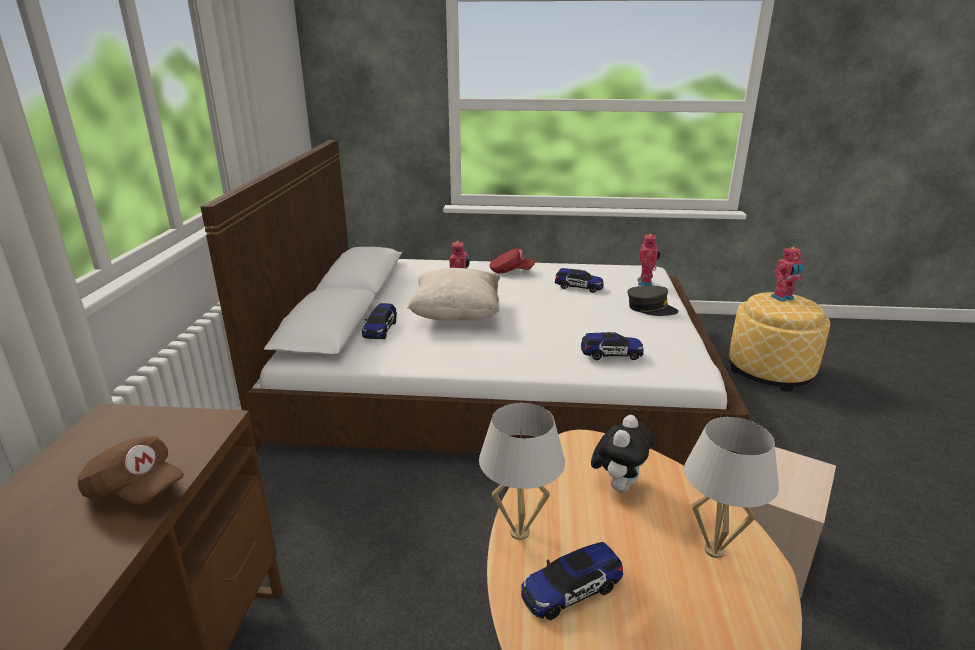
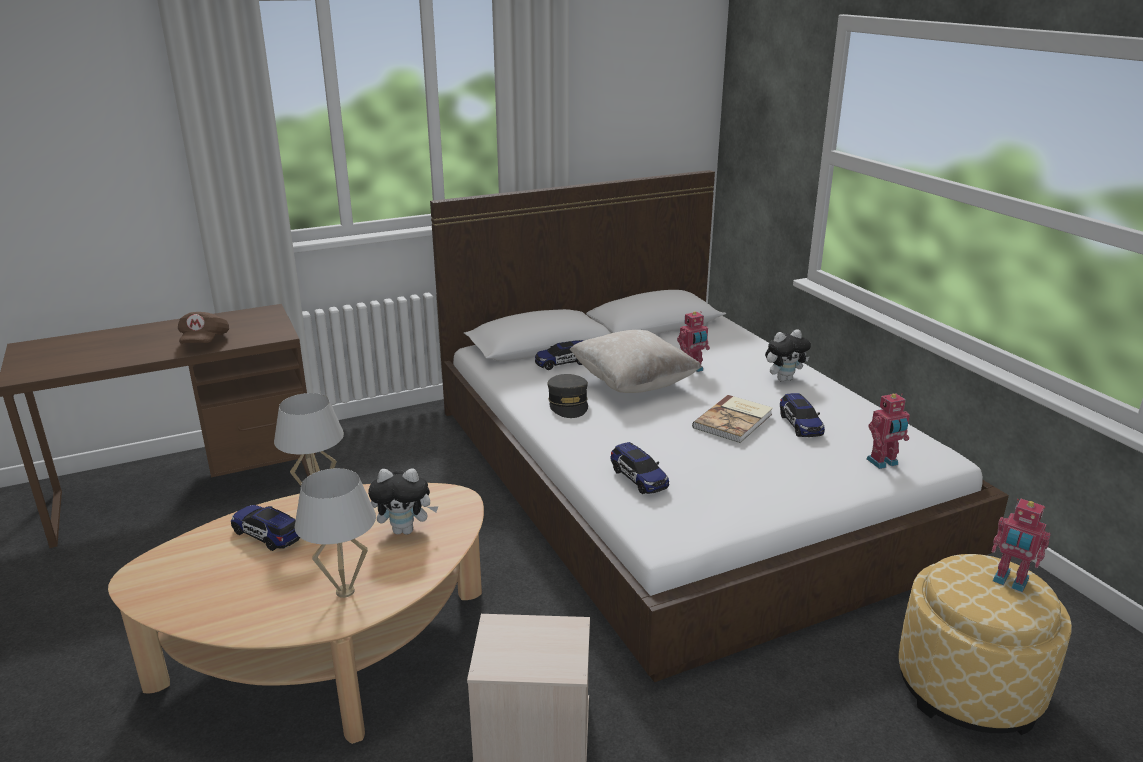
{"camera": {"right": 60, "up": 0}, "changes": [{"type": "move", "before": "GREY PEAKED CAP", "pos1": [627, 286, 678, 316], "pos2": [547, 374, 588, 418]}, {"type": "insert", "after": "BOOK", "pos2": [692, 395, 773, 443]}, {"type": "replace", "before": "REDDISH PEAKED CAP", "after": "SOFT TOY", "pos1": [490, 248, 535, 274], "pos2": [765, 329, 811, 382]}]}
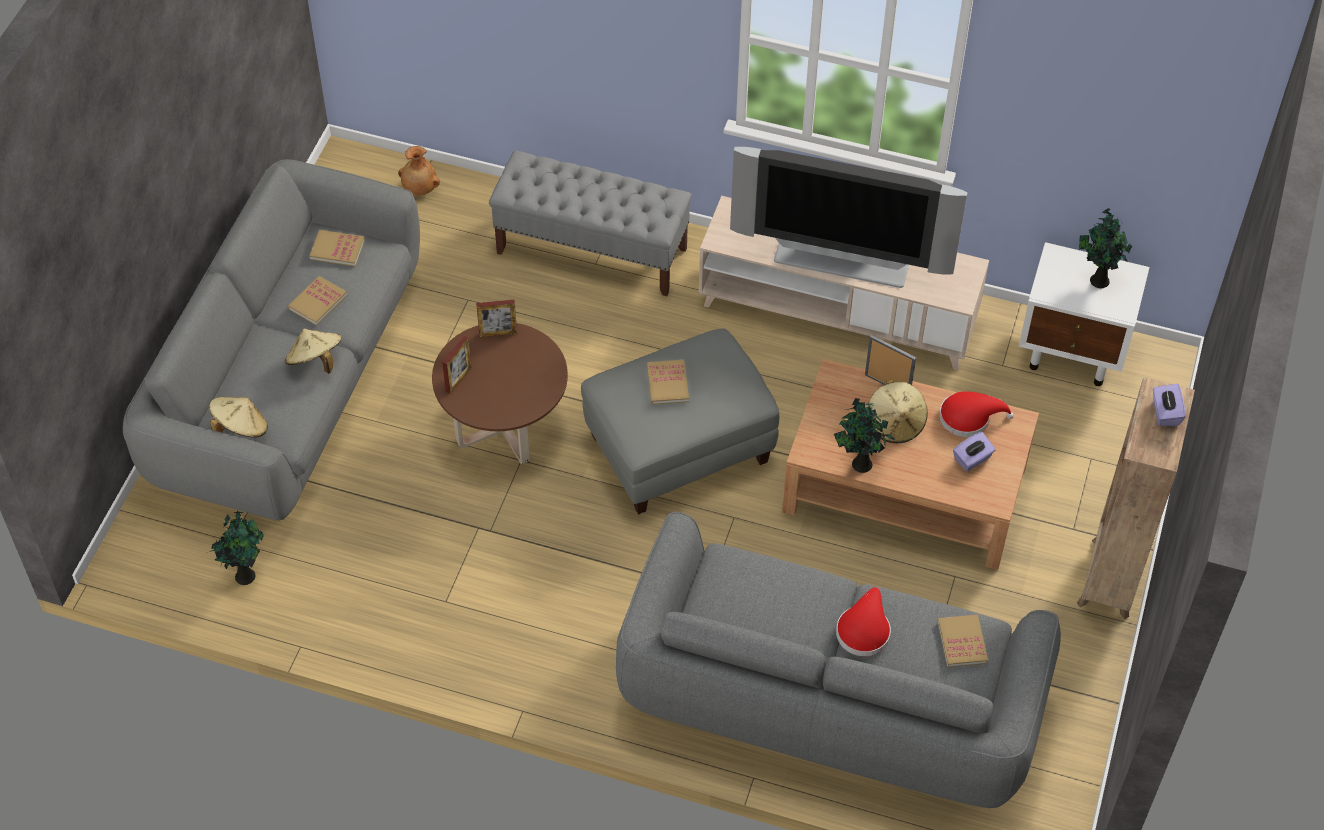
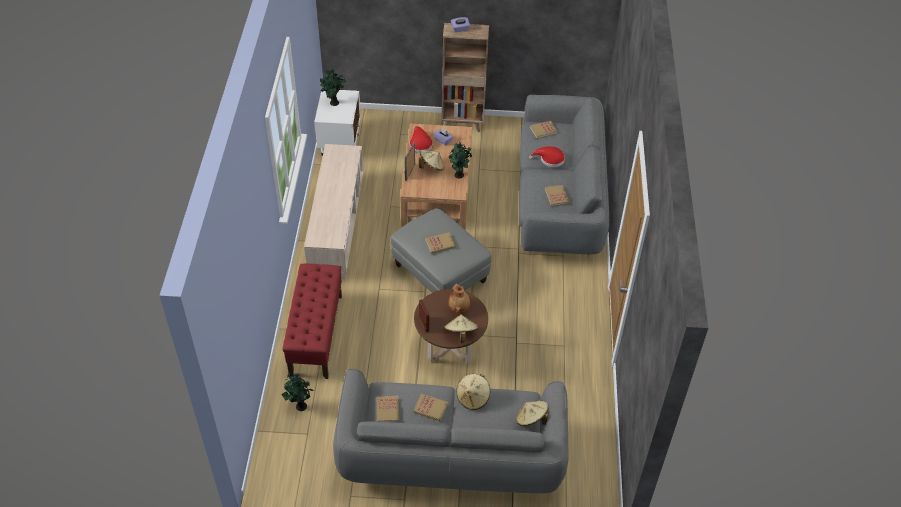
{"camera": {"right": -105, "up": -5}, "changes": [{"type": "move", "before": "PLANT IN A POT", "pos1": [210, 511, 264, 585], "pos2": [281, 373, 314, 411]}, {"type": "recolor", "before": "GREY BENCH", "after": "REDDISH BENCH", "pos1": [489, 150, 692, 296], "pos2": [282, 264, 342, 379]}, {"type": "replace", "before": "PICTURE FRAME", "after": "BEIGE CLOTHING HAT", "pos1": [442, 336, 472, 394], "pos2": [444, 314, 478, 343]}, {"type": "move", "before": "BROWN DECORATIVE VASE", "pos1": [398, 146, 440, 196], "pos2": [448, 284, 470, 313]}, {"type": "insert", "after": "BOOK", "pos2": [545, 185, 569, 207]}, {"type": "delete", "before": "TV SET", "pos1": [730, 147, 968, 288]}]}
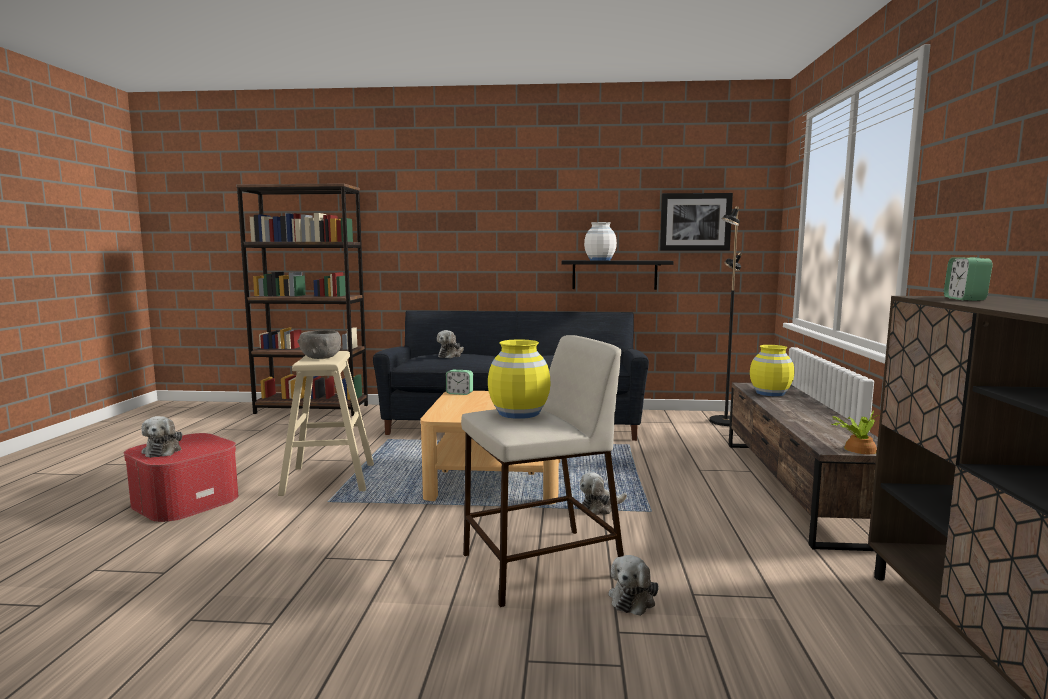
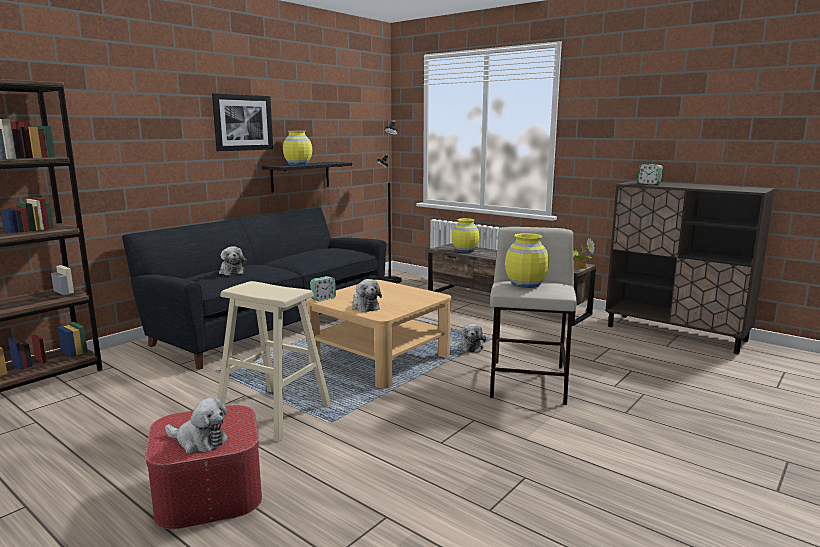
{"camera": {"right": -55, "up": 5}, "changes": [{"type": "move", "before": "WALL ART", "pos1": [660, 193, 733, 251], "pos2": [212, 93, 273, 151]}, {"type": "recolor", "before": "WHITE-COLOURED DECORATIVE VASE", "after": "YELLOW-COLOURED DECORATIVE VASE", "pos1": [584, 222, 617, 261], "pos2": [283, 131, 312, 165]}, {"type": "move", "before": "SOFT TOY", "pos1": [609, 555, 659, 616], "pos2": [352, 279, 382, 312]}, {"type": "delete", "before": "GREY SERVING BOWL", "pos1": [297, 330, 341, 359]}]}
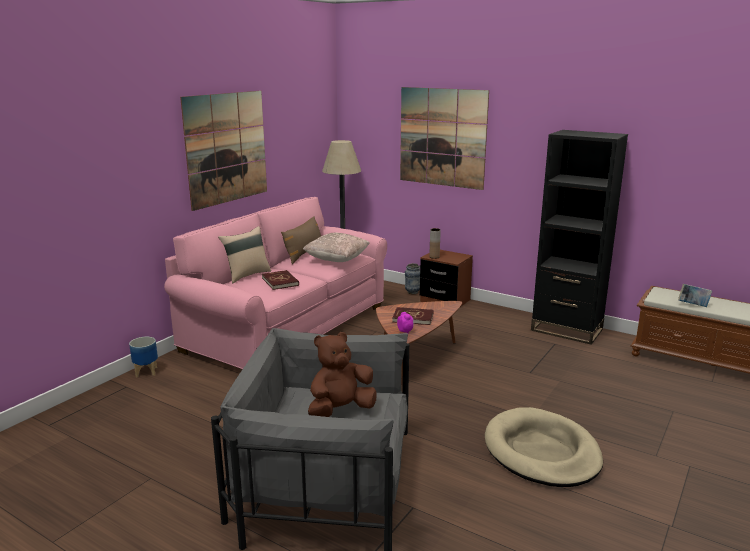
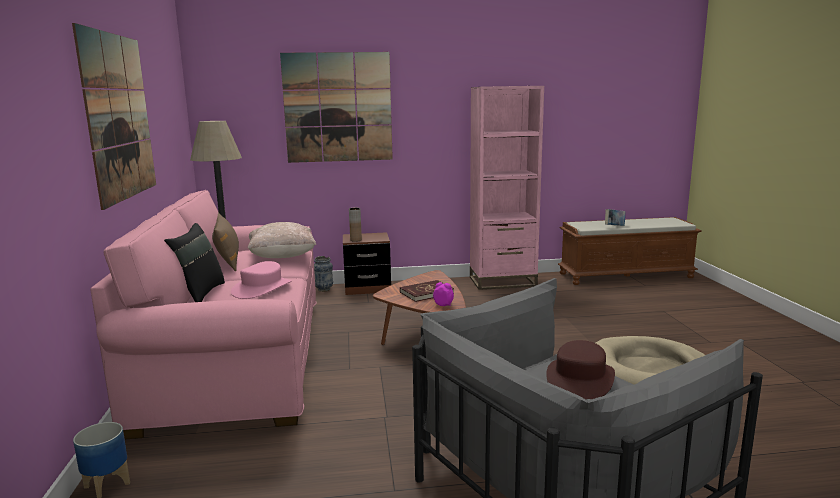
{"camera": {"right": -40, "up": -5}, "changes": [{"type": "recolor", "before": "BEIGE CUSHION", "after": "BLACK CUSHION", "pos1": [218, 226, 271, 283], "pos2": [164, 223, 225, 302]}, {"type": "replace", "before": "REDDISH BOOK", "after": "PINKISH CLOTHING HAT", "pos1": [262, 270, 299, 290], "pos2": [231, 261, 292, 299]}, {"type": "recolor", "before": "BLACK BOOKCASE", "after": "PINKISH BOOKCASE", "pos1": [531, 130, 628, 345], "pos2": [470, 86, 544, 290]}, {"type": "replace", "before": "BROWN SOFT TOY", "after": "BROWN CLOTHING HAT", "pos1": [308, 332, 377, 417], "pos2": [546, 340, 615, 399]}]}
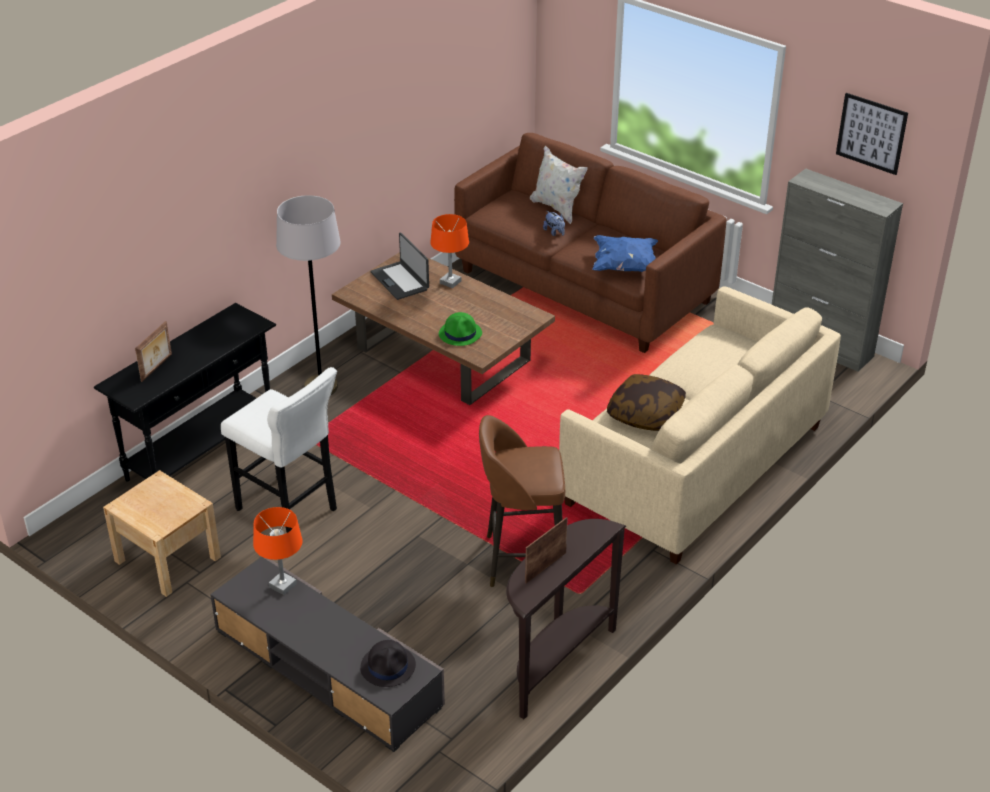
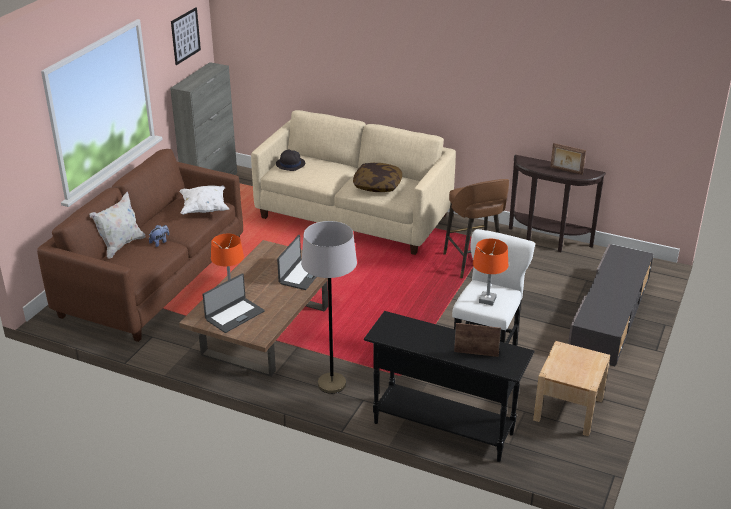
{"camera": {"right": -105, "up": -5}, "changes": [{"type": "recolor", "before": "BLUISH CUSHION", "after": "WHITE-COLOURED CUSHION", "pos1": [592, 235, 658, 272], "pos2": [179, 185, 229, 215]}, {"type": "move", "before": "BLACK CLOTHING HAT", "pos1": [360, 640, 416, 687], "pos2": [276, 150, 305, 171]}, {"type": "replace", "before": "GREENISH CLOTHING HAT", "after": "LAPTOP", "pos1": [439, 312, 482, 346], "pos2": [277, 235, 316, 290]}, {"type": "move", "before": "ORANGE-COLOURED LAMP FOR A TABLE", "pos1": [253, 507, 302, 595], "pos2": [473, 239, 508, 306]}]}
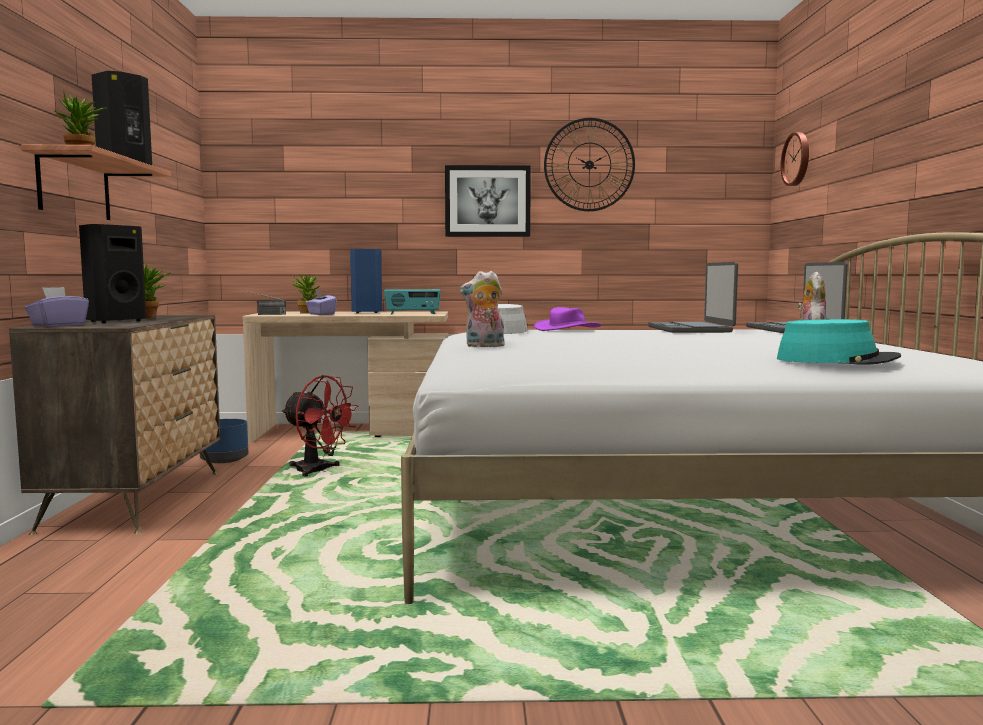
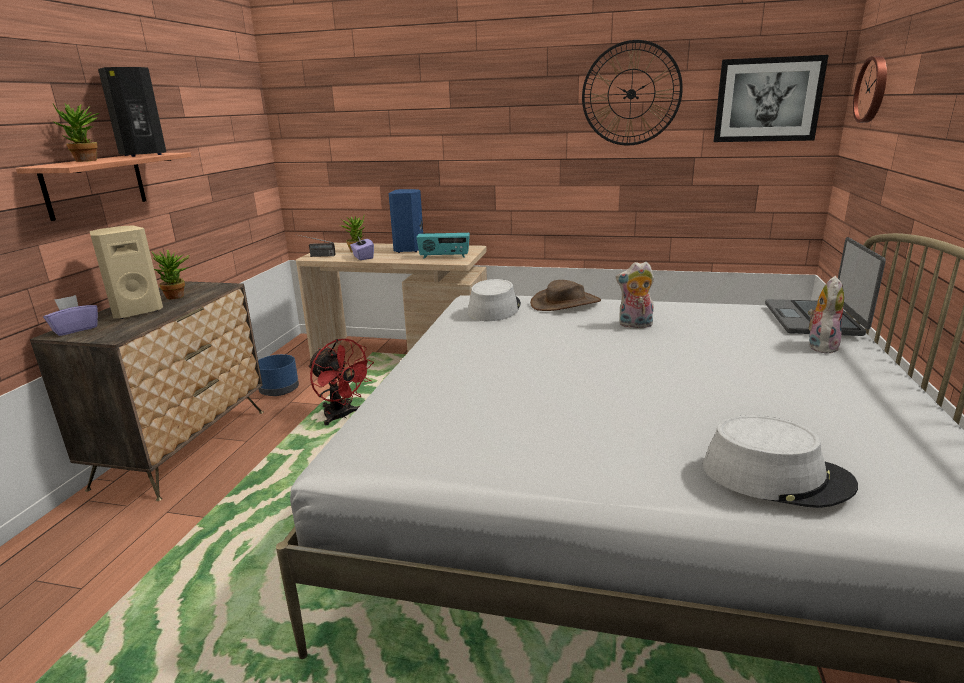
{"camera": {"right": 15, "up": 15}, "changes": [{"type": "recolor", "before": "BLACK LOUDSPEAKER", "after": "BEIGE LOUDSPEAKER", "pos1": [79, 224, 146, 323], "pos2": [90, 225, 163, 319]}, {"type": "recolor", "before": "PURPLE CLOTHING HAT", "after": "BROWN CLOTHING HAT", "pos1": [534, 307, 601, 331], "pos2": [530, 280, 601, 311]}, {"type": "move", "before": "SOFT TOY", "pos1": [460, 271, 504, 347], "pos2": [616, 262, 654, 328]}, {"type": "recolor", "before": "BLUE-GREEN CLOTHING HAT", "after": "GREY CLOTHING HAT", "pos1": [777, 319, 901, 364], "pos2": [703, 415, 858, 508]}, {"type": "move", "before": "WALL ART", "pos1": [445, 165, 531, 237], "pos2": [714, 55, 828, 142]}, {"type": "delete", "before": "LAPTOP", "pos1": [648, 262, 738, 333]}]}
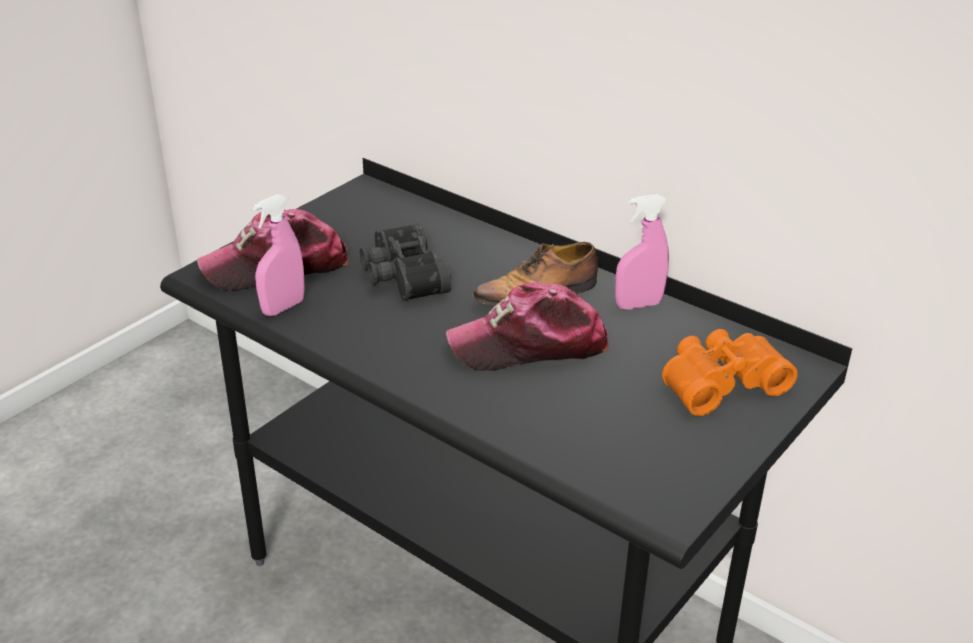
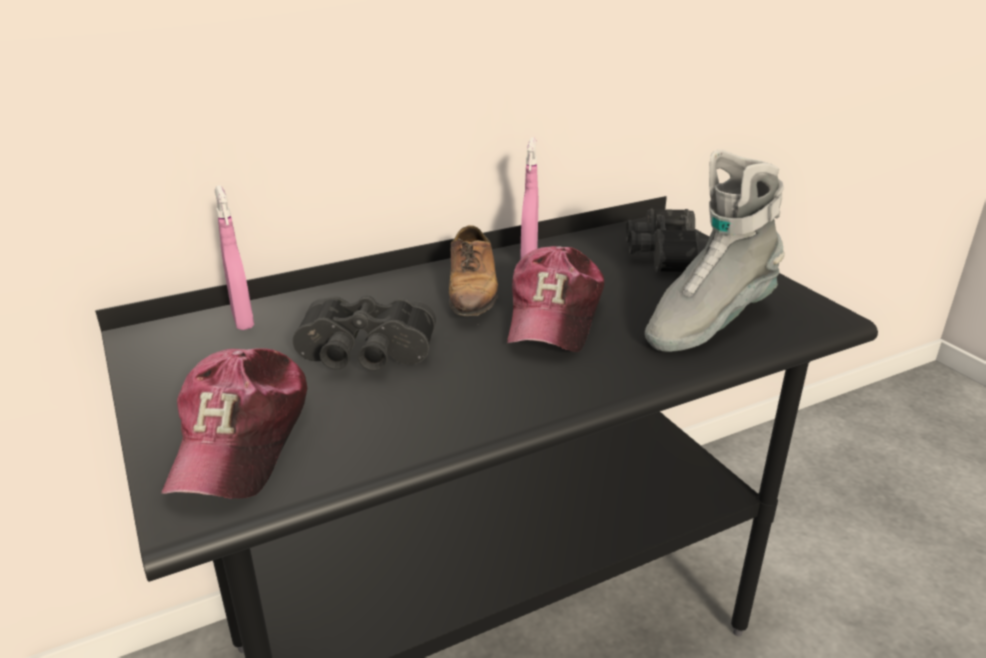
{"camera": {"right": -65, "up": -5}, "changes": [{"type": "move", "before": "PINKISH SPRAYER", "pos1": [253, 194, 304, 316], "pos2": [215, 185, 254, 330]}, {"type": "recolor", "before": "ORANGE-COLOURED PAIR OF BINOCULARS", "after": "BLACK PAIR OF BINOCULARS", "pos1": [662, 329, 798, 416], "pos2": [626, 209, 708, 272]}, {"type": "insert", "after": "GREY HIGH-TOP BOOT", "pos2": [645, 150, 785, 352]}]}
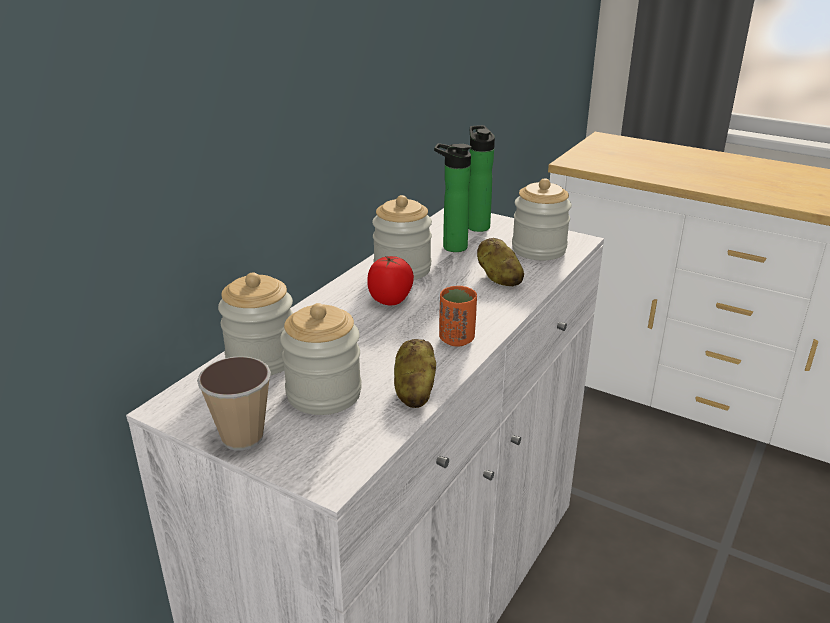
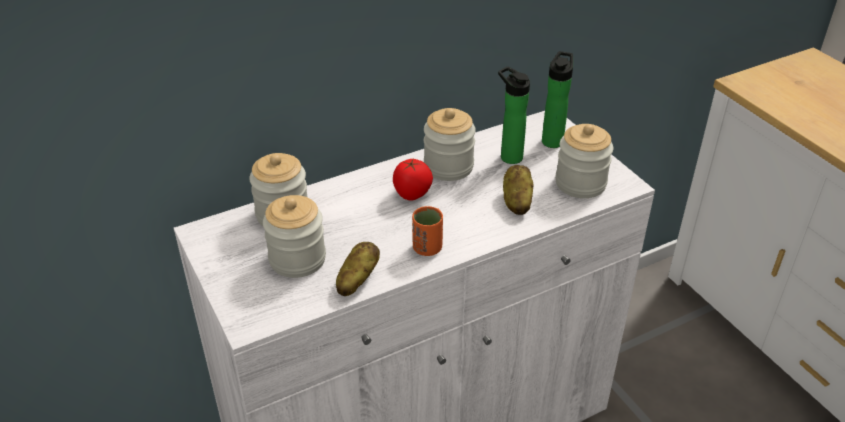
{"camera": {"right": 30, "up": 10}, "changes": [{"type": "delete", "before": "CUP", "pos1": [197, 357, 271, 450]}]}
